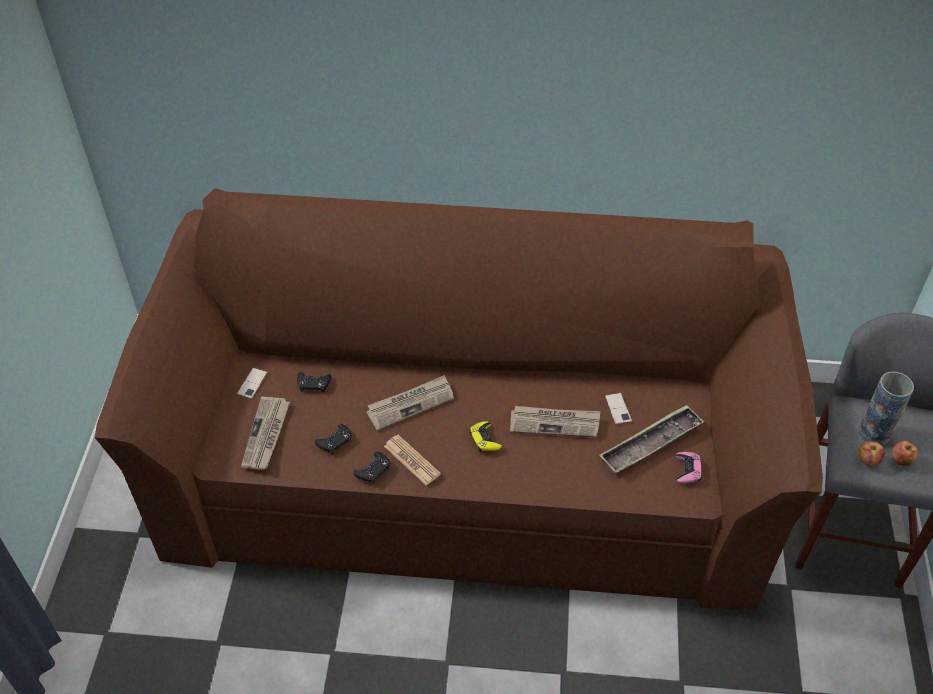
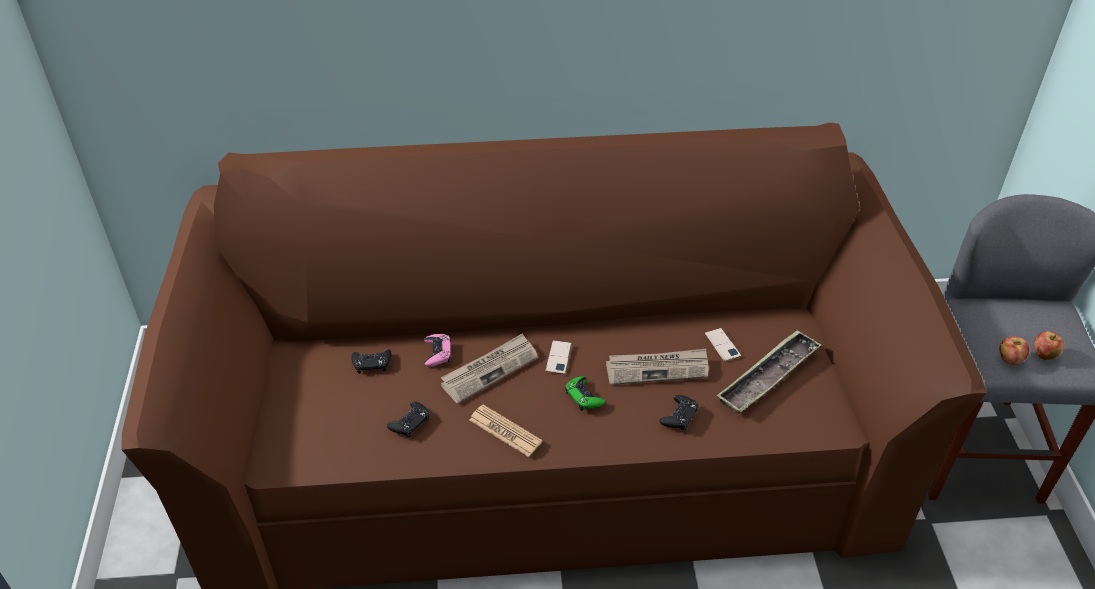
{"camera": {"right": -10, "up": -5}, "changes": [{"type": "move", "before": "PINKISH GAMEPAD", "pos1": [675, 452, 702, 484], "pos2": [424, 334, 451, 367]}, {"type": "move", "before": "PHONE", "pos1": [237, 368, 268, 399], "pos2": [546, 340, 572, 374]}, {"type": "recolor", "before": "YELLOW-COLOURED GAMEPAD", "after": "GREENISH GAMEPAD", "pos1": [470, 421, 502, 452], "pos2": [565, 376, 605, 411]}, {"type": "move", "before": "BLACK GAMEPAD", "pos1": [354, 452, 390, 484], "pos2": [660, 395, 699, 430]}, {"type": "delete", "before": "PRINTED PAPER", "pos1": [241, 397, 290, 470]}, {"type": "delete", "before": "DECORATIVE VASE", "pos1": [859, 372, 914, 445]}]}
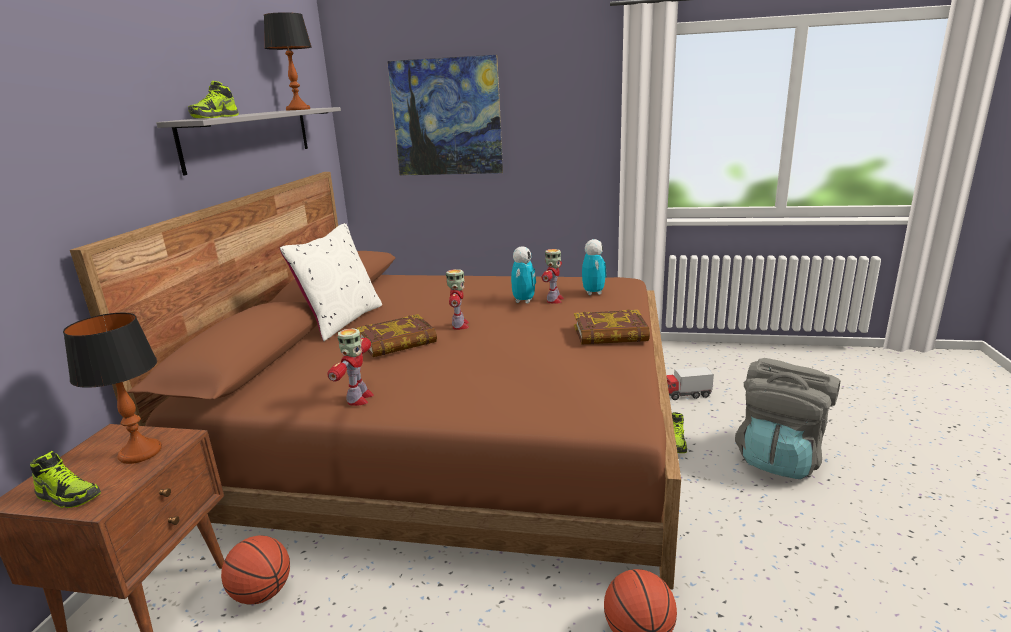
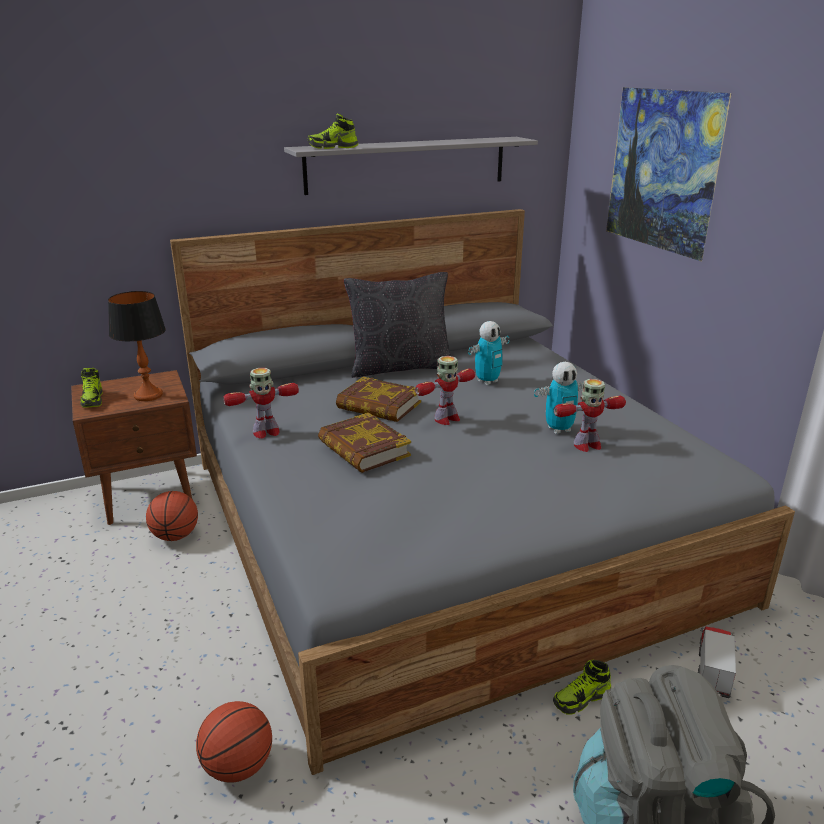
{"camera": {"right": 55, "up": 5}, "changes": [{"type": "recolor", "before": "BROWN SLEEPING BED", "after": "GREY SLEEPING BED", "pos1": [70, 172, 681, 590], "pos2": [170, 209, 795, 775]}, {"type": "move", "before": "BOOK", "pos1": [574, 310, 650, 345], "pos2": [318, 413, 411, 473]}, {"type": "recolor", "before": "WHITE-COLOURED CUSHION", "after": "BLACK CUSHION", "pos1": [280, 223, 382, 341], "pos2": [344, 272, 451, 378]}, {"type": "move", "before": "ROBOT FIGURE", "pos1": [582, 239, 607, 295], "pos2": [468, 321, 509, 385]}, {"type": "rotate", "before": "TOY TRUCK", "pos1": [666, 367, 714, 400], "pos2": [698, 627, 736, 698], "turn": 60}, {"type": "delete", "before": "LAMP FOR A TABLE", "pos1": [264, 12, 312, 110]}]}
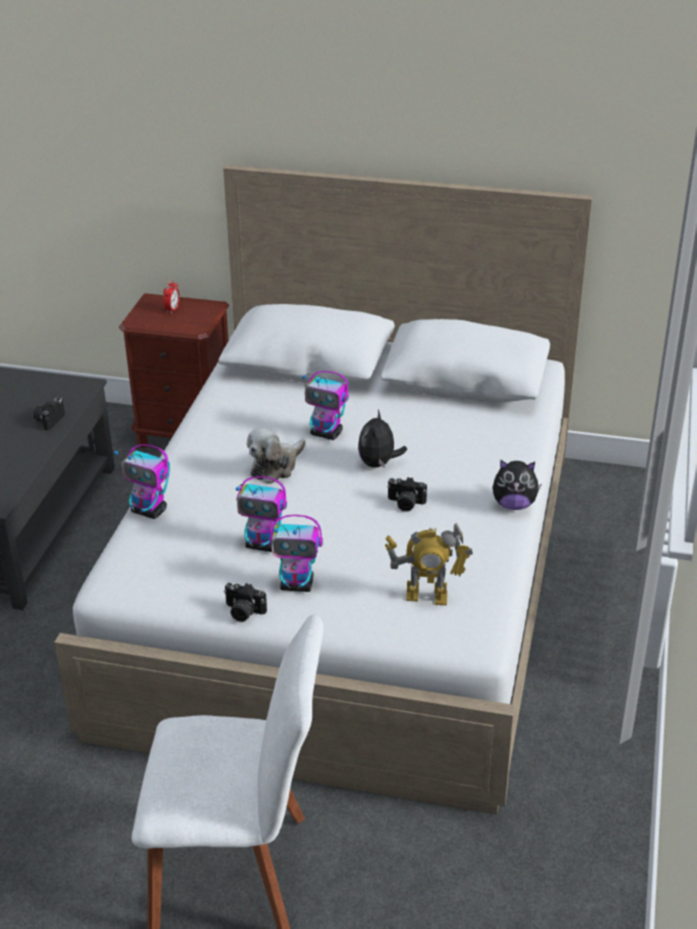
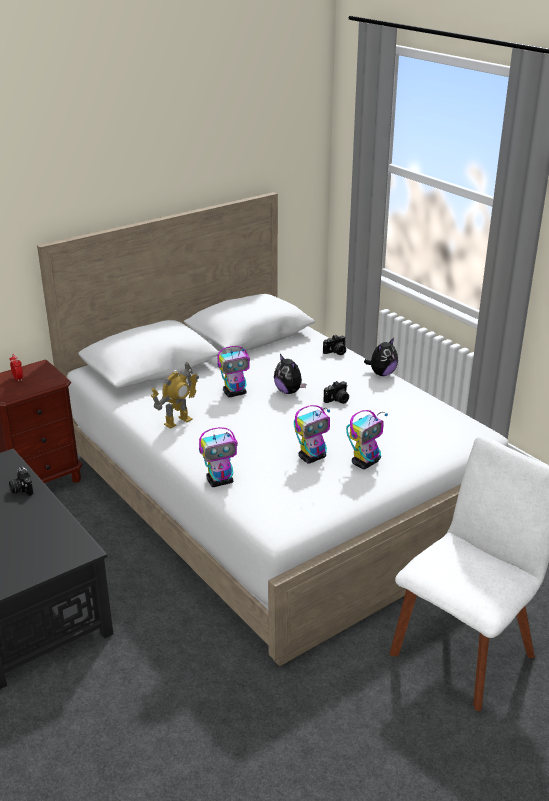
{"camera": {"right": -50, "up": -5}, "changes": [{"type": "move", "before": "ROBOT FIGURE", "pos1": [385, 523, 473, 605], "pos2": [151, 362, 199, 429]}, {"type": "move", "before": "STILL CAMERA", "pos1": [224, 583, 267, 622], "pos2": [323, 335, 346, 355]}, {"type": "delete", "before": "SOFT TOY", "pos1": [247, 428, 306, 484]}]}
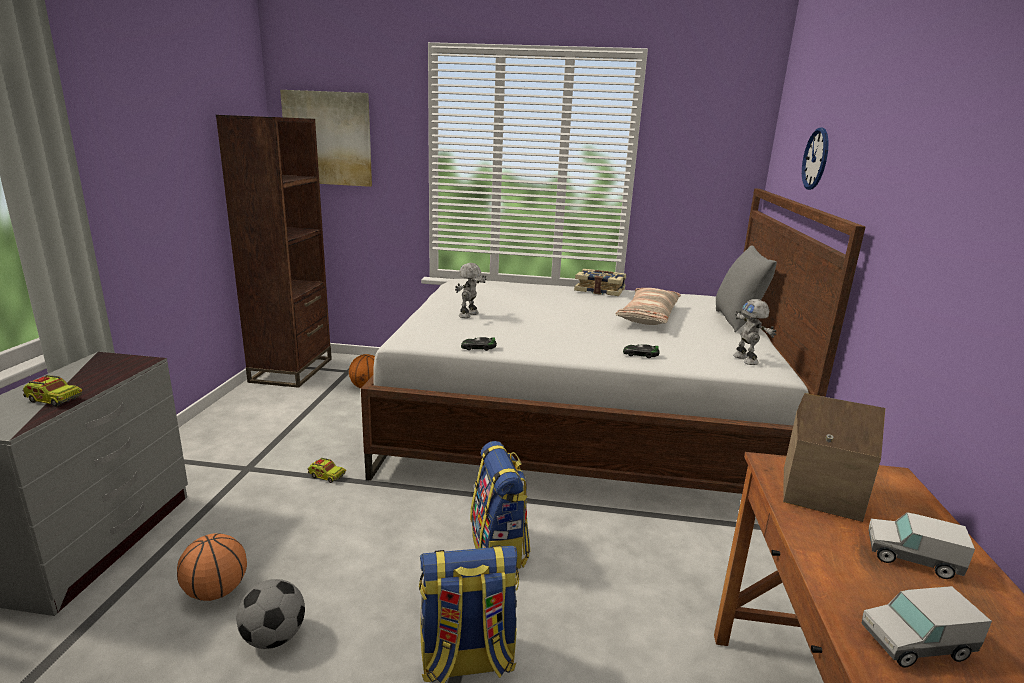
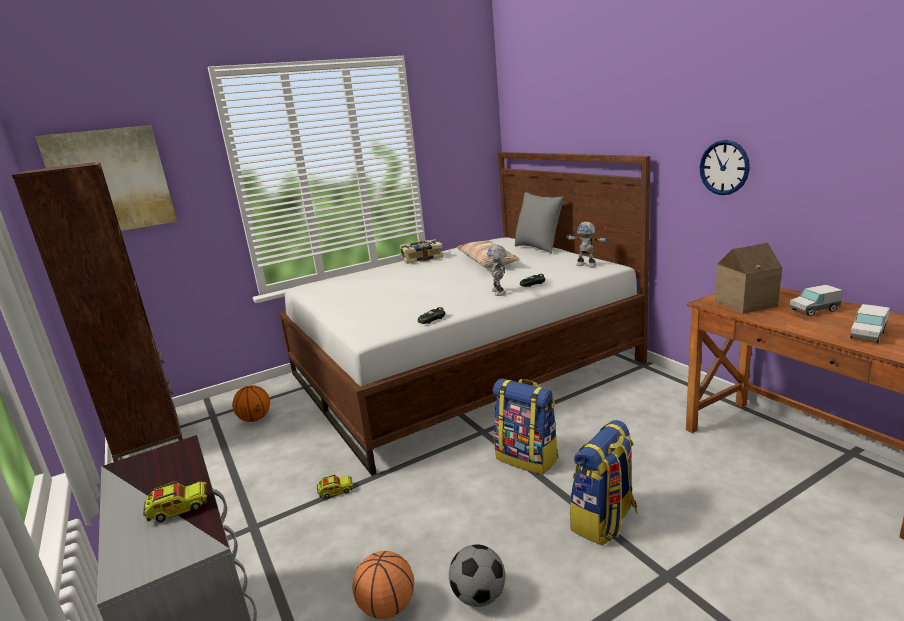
{"camera": {"right": -35, "up": 0}, "changes": [{"type": "move", "before": "ROBOT FIGURE", "pos1": [455, 263, 486, 318], "pos2": [487, 245, 507, 296]}, {"type": "move", "before": "WALL CLOCK", "pos1": [802, 127, 829, 190], "pos2": [700, 140, 750, 195]}]}
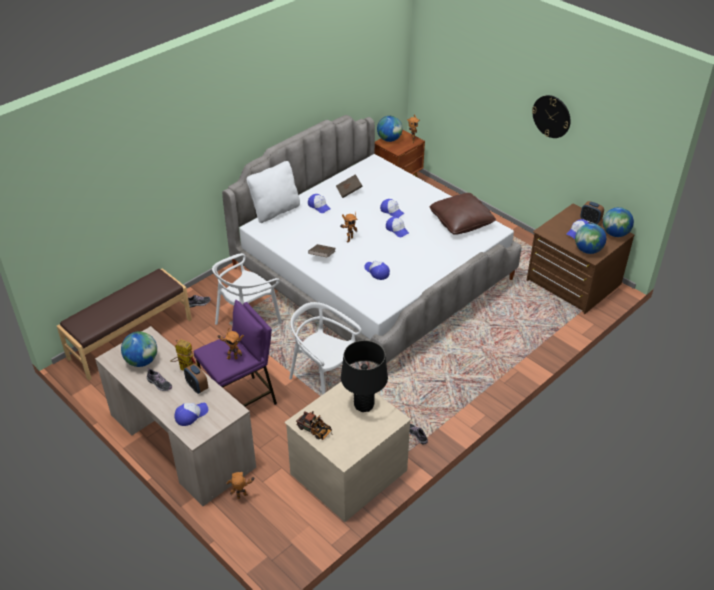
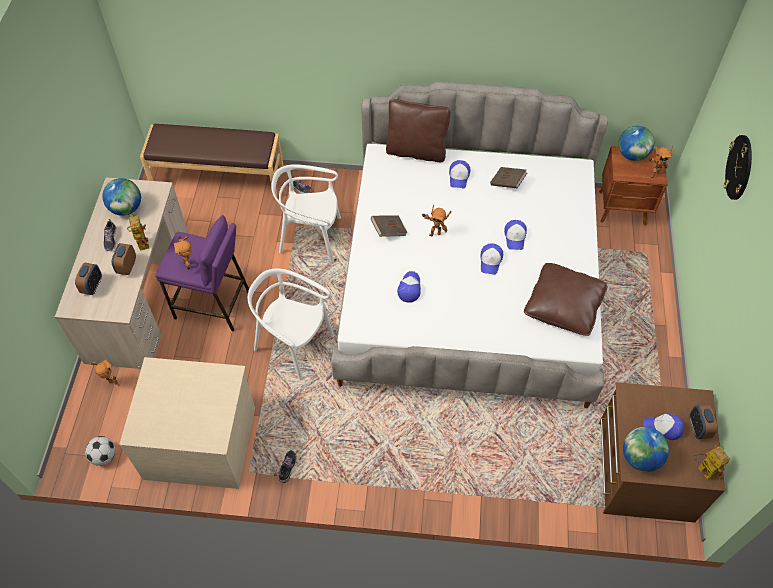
{"camera": {"right": 50, "up": 15}, "changes": [{"type": "replace", "before": "PEAKED CAP", "after": "ALARM CLOCK", "pos1": [175, 402, 208, 426], "pos2": [75, 263, 102, 295]}, {"type": "insert", "after": "FOOTBALL BALL", "pos2": [85, 436, 116, 466]}, {"type": "rotate", "before": "WHITE-COLOURED UPRIGHT CHAIR", "pos1": [289, 302, 362, 395], "pos2": [248, 268, 333, 380], "turn": -60}, {"type": "recolor", "before": "WHITE-COLOURED CUSHION", "after": "BROWN CUSHION", "pos1": [246, 161, 300, 223], "pos2": [386, 99, 450, 162]}, {"type": "replace", "before": "GLOBE", "after": "ROBOT FIGURE", "pos1": [603, 207, 634, 237], "pos2": [693, 445, 730, 480]}, {"type": "move", "before": "WALL CLOCK", "pos1": [532, 95, 571, 138], "pos2": [724, 135, 752, 200]}, {"type": "delete", "before": "TOY TRUCK", "pos1": [296, 411, 332, 440]}, {"type": "delete", "before": "BLACK LAMP FOR A TABLE", "pos1": [341, 340, 388, 412]}]}
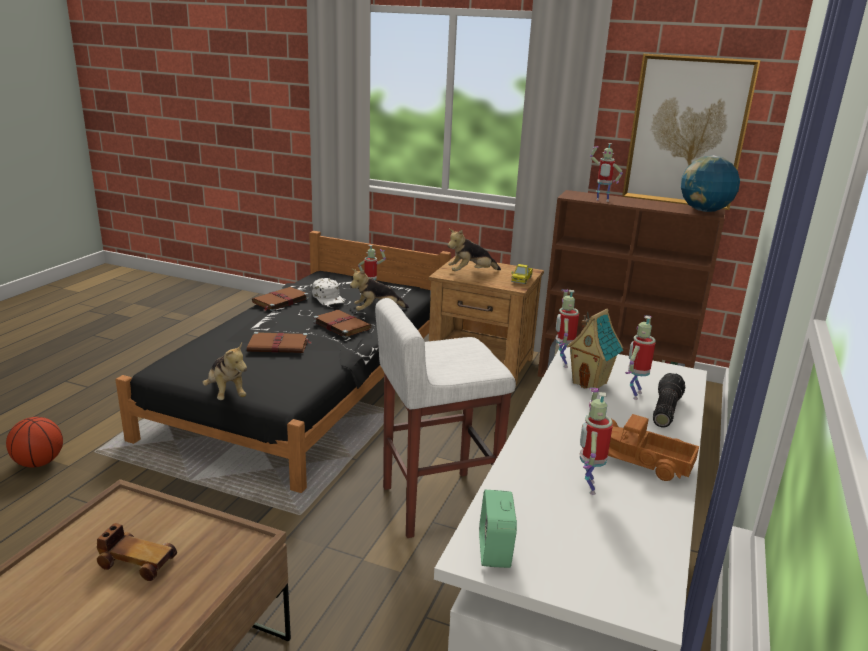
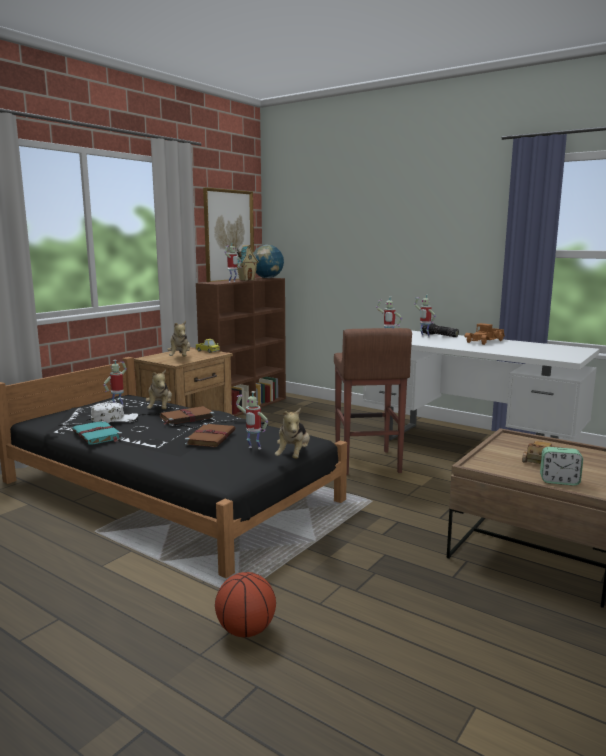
{"camera": {"right": -75, "up": -10}, "changes": [{"type": "recolor", "before": "BROWN BOOK", "after": "BLUE-GREEN BOOK", "pos1": [252, 287, 309, 311], "pos2": [72, 420, 123, 445]}, {"type": "move", "before": "ROBOT FIGURE", "pos1": [580, 388, 613, 495], "pos2": [236, 391, 268, 449]}, {"type": "move", "before": "TOY HOUSE", "pos1": [566, 309, 623, 390], "pos2": [237, 245, 259, 281]}, {"type": "rotate", "before": "SOFT TOY", "pos1": [202, 343, 247, 400], "pos2": [275, 408, 310, 459], "turn": 120}, {"type": "recolor", "before": "WHITE-COLOURED STOOL", "after": "BROWN STOOL", "pos1": [375, 298, 516, 538], "pos2": [334, 328, 412, 475]}, {"type": "move", "before": "ALARM CLOCK", "pos1": [479, 490, 517, 568], "pos2": [540, 447, 583, 486]}]}
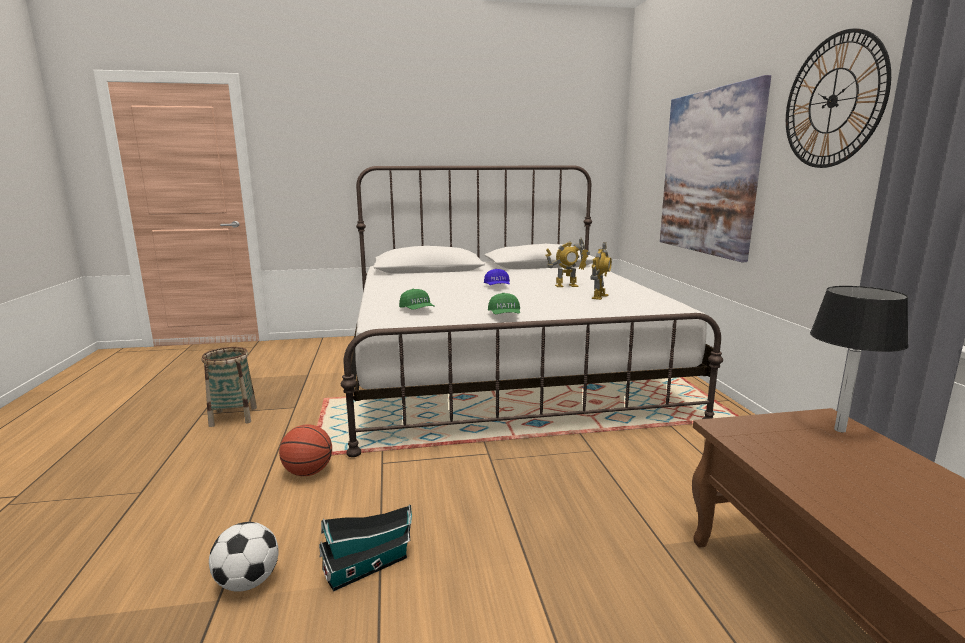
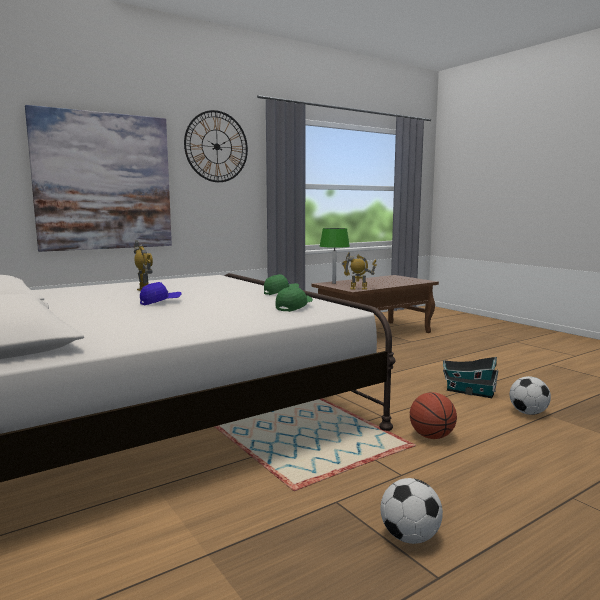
{"camera": {"right": -115, "up": -5}, "changes": [{"type": "recolor", "before": "BLACK LAMP FOR A TABLE", "after": "GREENISH LAMP FOR A TABLE", "pos1": [810, 286, 909, 432], "pos2": [320, 228, 350, 284]}, {"type": "move", "before": "ROBOT FIGURE", "pos1": [590, 242, 612, 300], "pos2": [342, 252, 377, 289]}, {"type": "replace", "before": "STORAGE BASKET", "after": "FOOTBALL BALL", "pos1": [201, 347, 257, 427], "pos2": [381, 478, 443, 544]}]}
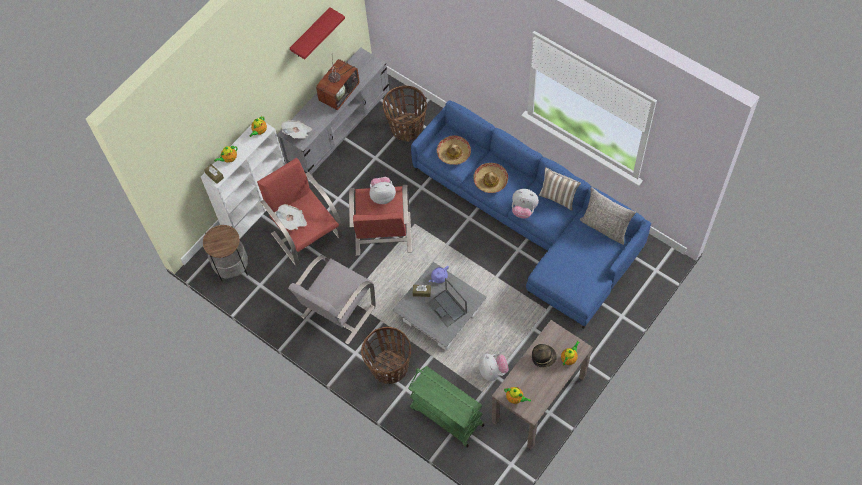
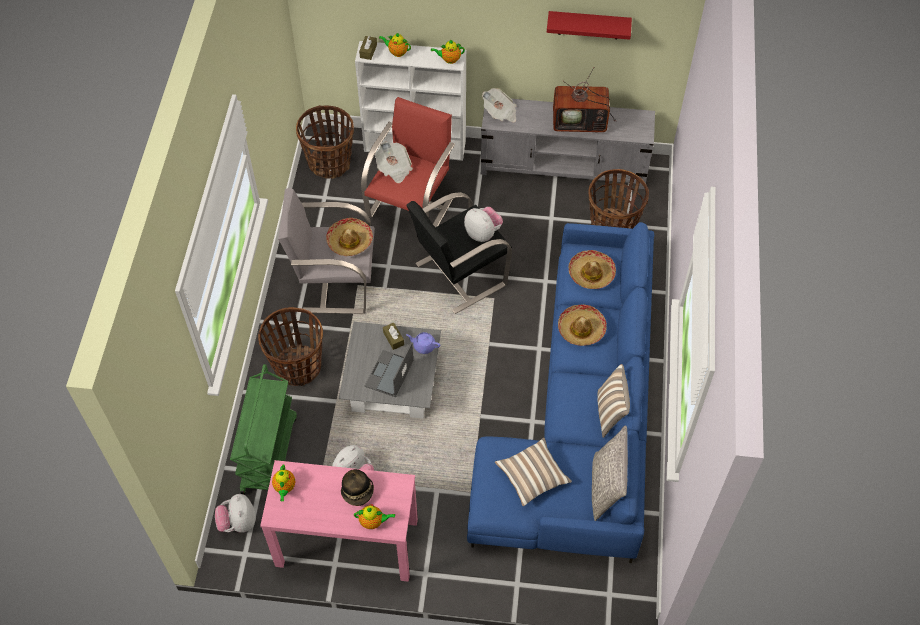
{"camera": {"right": 55, "up": -5}, "changes": [{"type": "move", "before": "SOFT TOY", "pos1": [512, 189, 539, 218], "pos2": [215, 494, 256, 533]}, {"type": "recolor", "before": "BROWN HALL TABLE", "after": "PINKISH HALL TABLE", "pos1": [492, 320, 593, 449], "pos2": [260, 460, 418, 582]}, {"type": "replace", "before": "ACCENT TABLE", "after": "STORAGE BASKET", "pos1": [203, 225, 248, 282], "pos2": [296, 105, 354, 179]}, {"type": "insert", "after": "CLOTHING HAT", "pos2": [326, 218, 373, 256]}, {"type": "recolor", "before": "REDDISH ARMCHAIR", "after": "BLACK ARMCHAIR", "pos1": [349, 185, 412, 256], "pos2": [407, 192, 512, 314]}, {"type": "insert", "after": "CUSHION", "pos2": [495, 438, 572, 506]}]}
